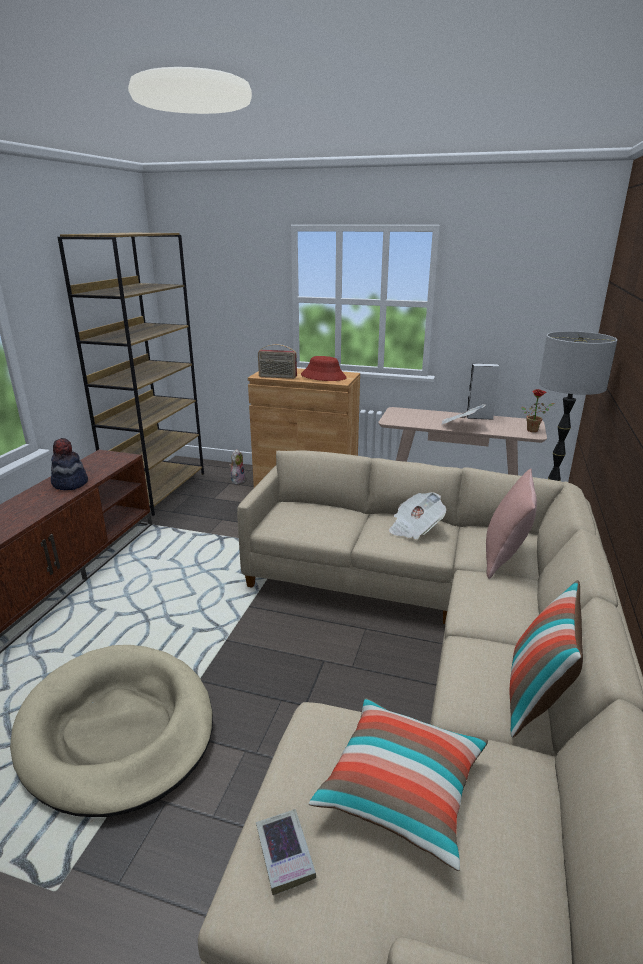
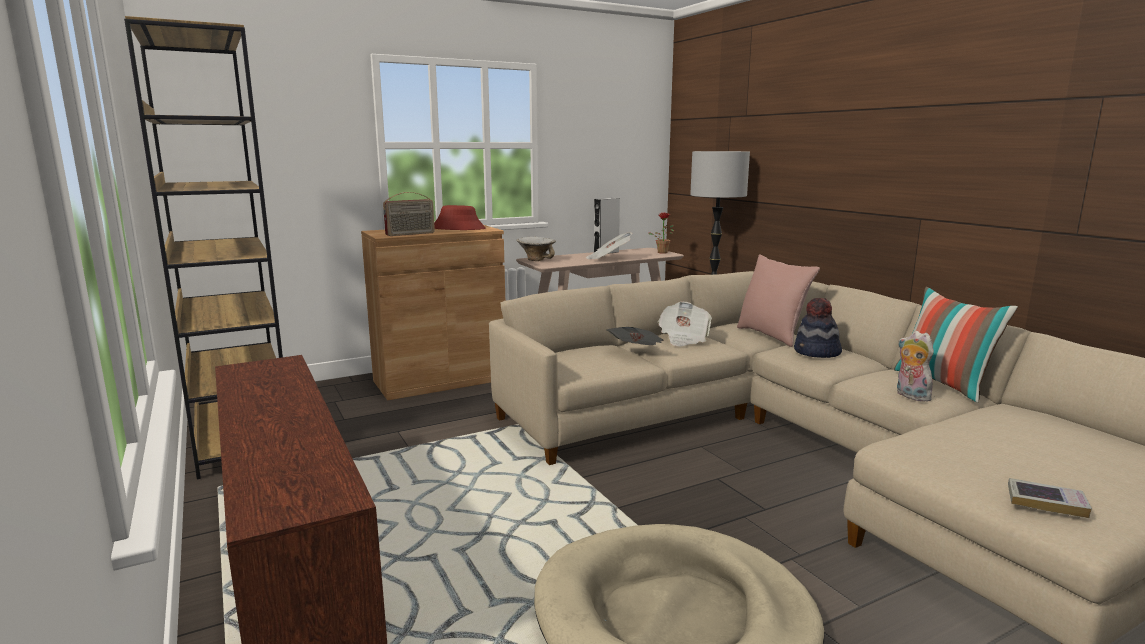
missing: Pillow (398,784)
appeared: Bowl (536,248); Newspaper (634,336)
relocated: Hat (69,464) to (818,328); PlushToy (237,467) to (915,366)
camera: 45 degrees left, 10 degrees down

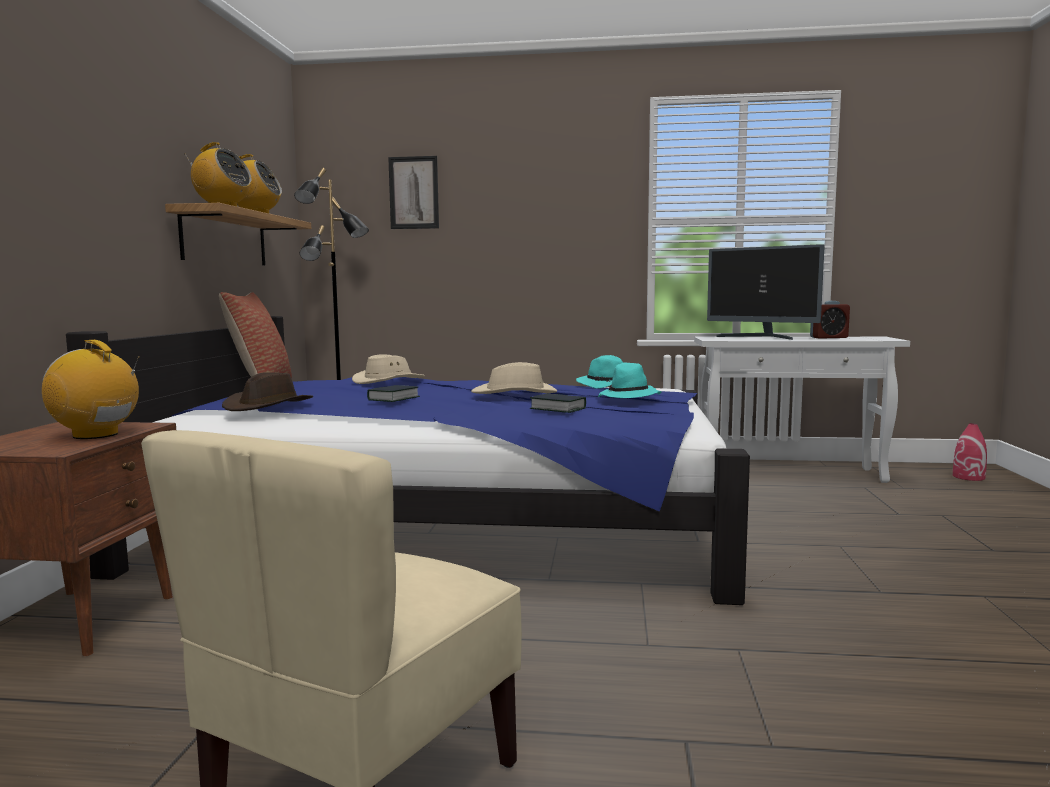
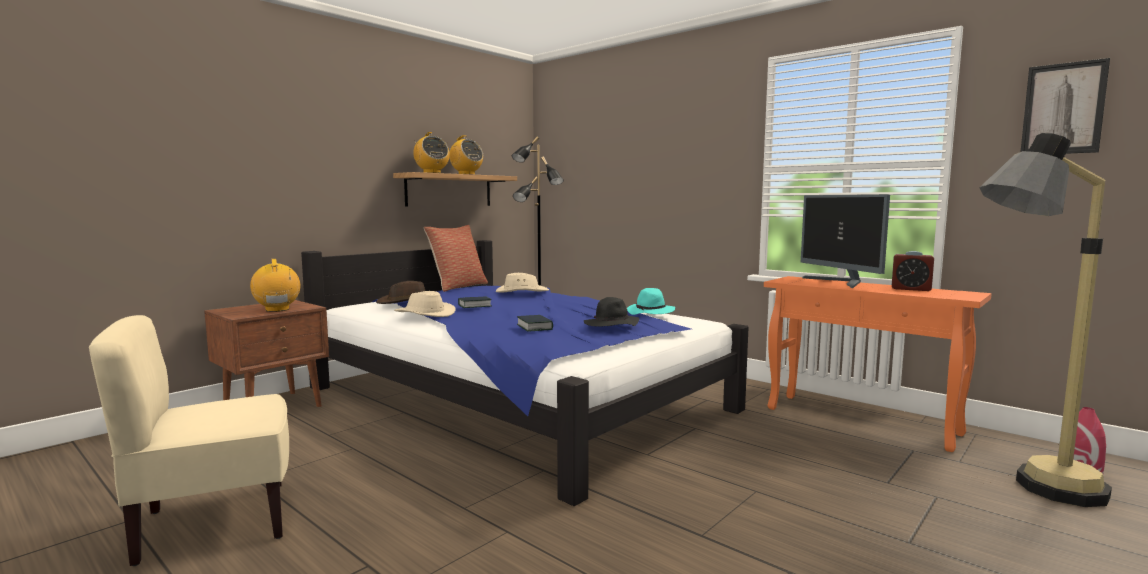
appeared: FloorLamp (1045,320)
relocated: Picture (413,192) to (1065,106); BeigeHat (514,378) to (425,304)
colour: TurquoiseHat (630,380) to BlackHat (611,311); WhiteConsoleTable (802,409) to OrangeConsoleTable (878,364)
camera: 35 degrees right, 0 degrees up

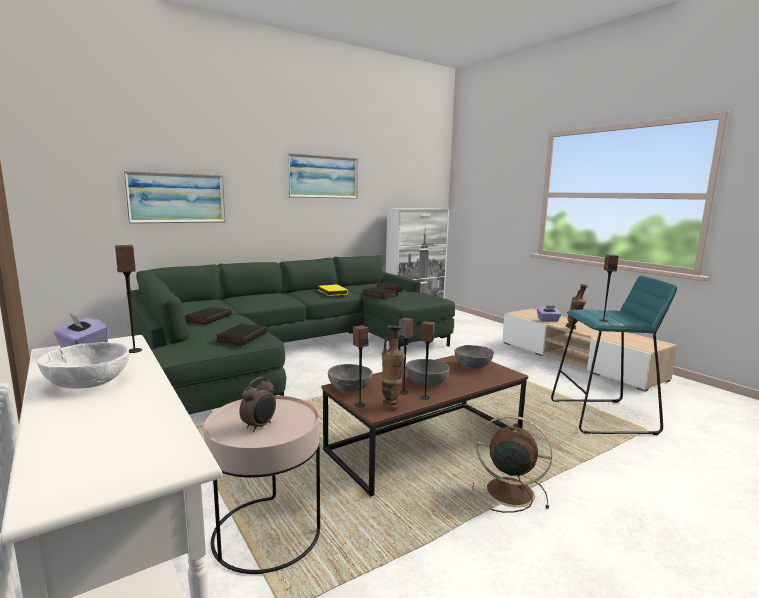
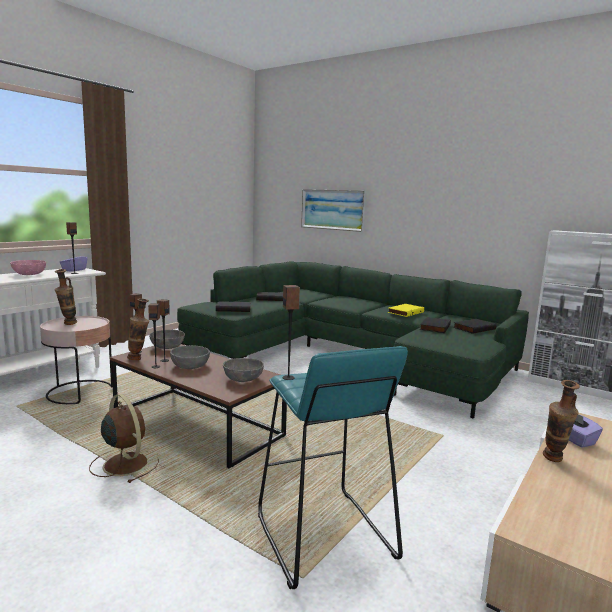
missing: Picture (322,176)
exchanged: AlarmClock (257,404) to Vase (66,297)
colour: WhiteBowl (83,365) to PinkBowl (28,267)
spun: BrownFan (512,464) = (124,438) 45 degrees counterclockwise
camera: 70 degrees right, 0 degrees up

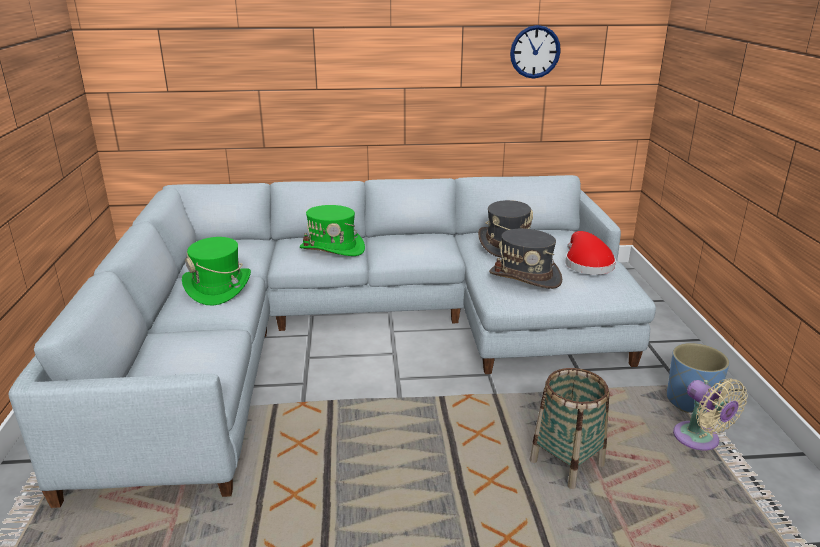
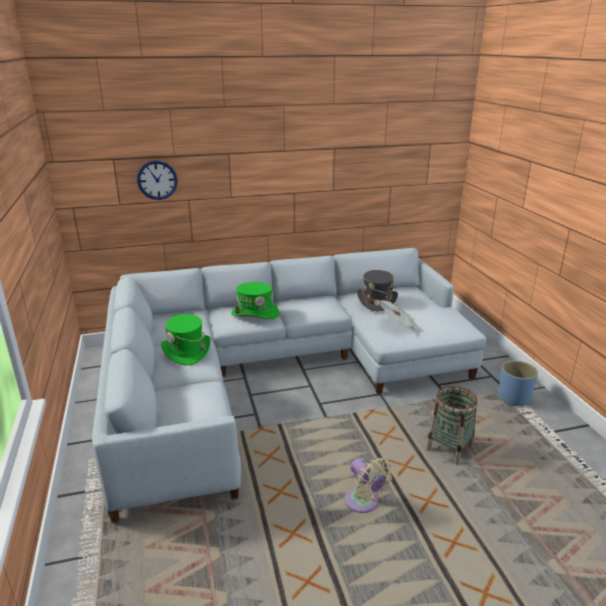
missing: RedHat (590,253)
relocated: WallClock (535,52) to (157,180); BeigeFan (710,415) to (369,485)
exchanged: GreyHat (525,259) to Newspaper (398,314)
camera: 10 degrees left, 0 degrees up

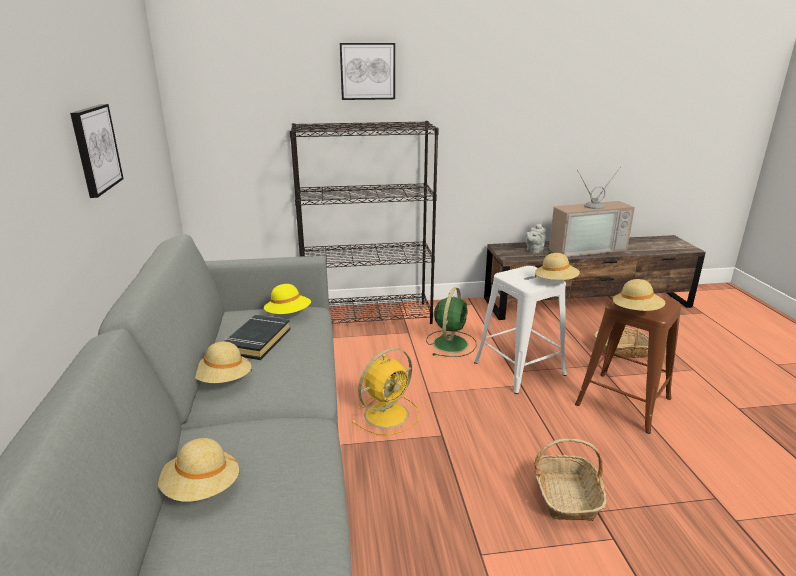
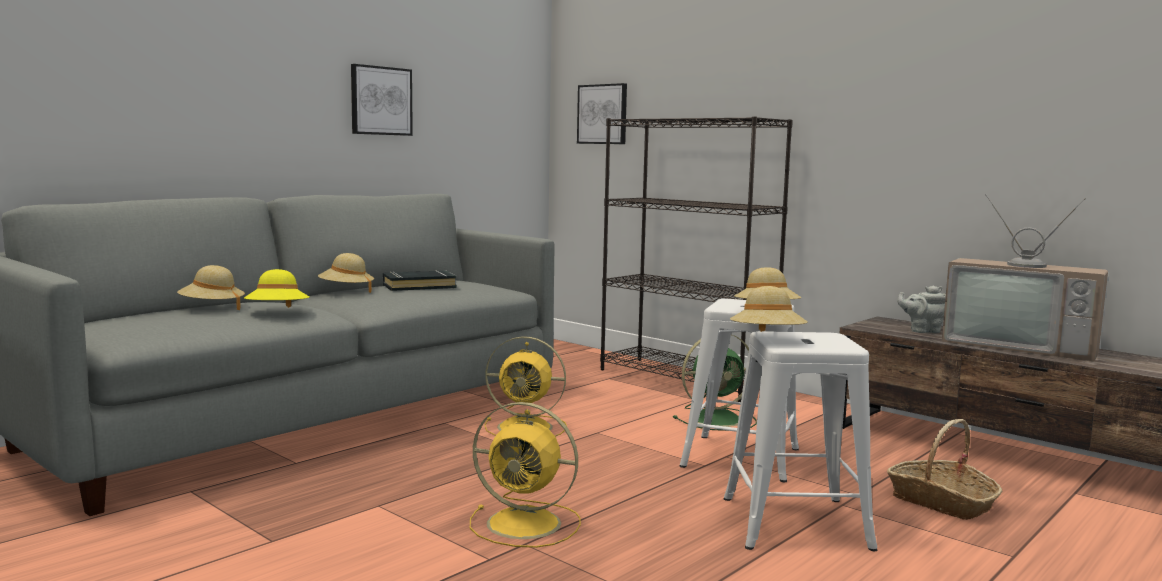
relocated: YellowHat (287,299) to (276,288); Picture (367,71) to (602,113)
exchanged: Basket (570,480) to YellowFan (525,475)
colour: BrownStool (628,362) to WhiteStool (800,441)
camera: 50 degrees right, 15 degrees down

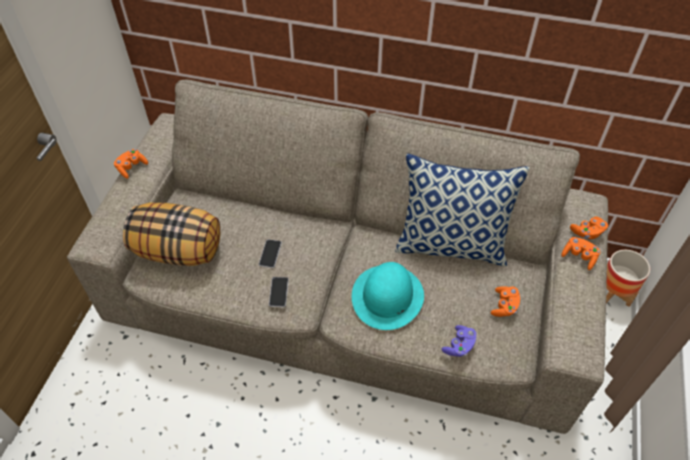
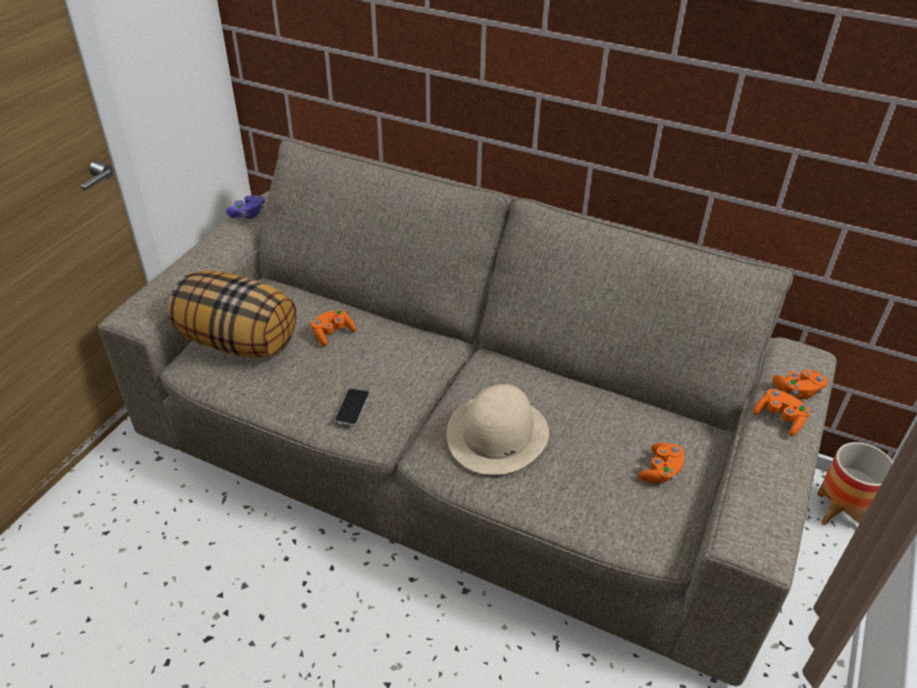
missing: Phone (270,253); Pillow (462,210)
relocated: OrangeGameController (131,164) to (333,327); PurpleGameController (459,341) to (245,207)
colour: TurquoiseHat (388,296) to BeigeHat (498,429)
camera: 10 degrees right, 10 degrees down

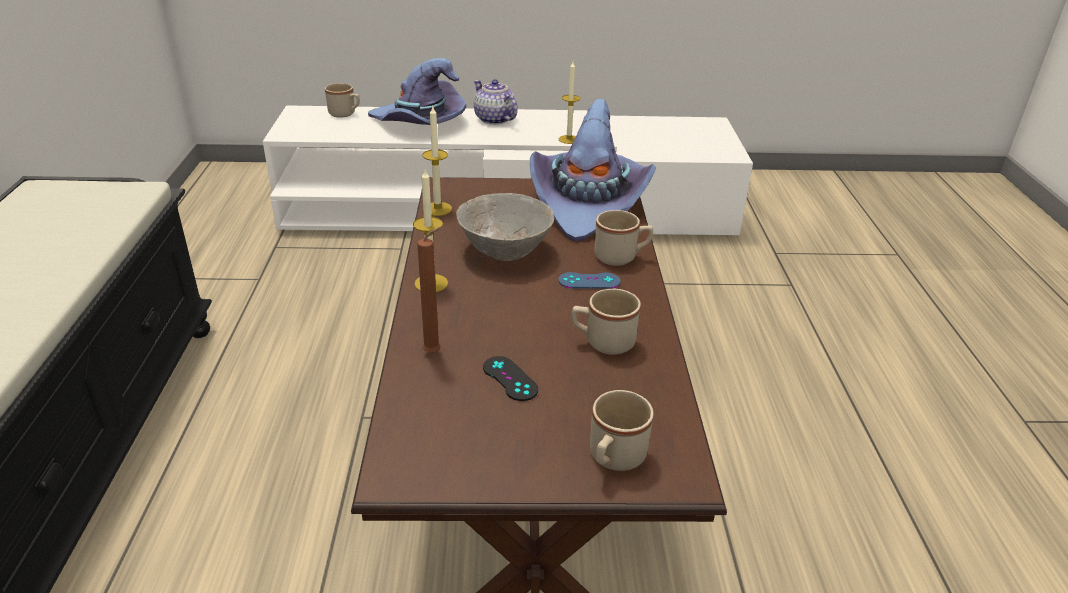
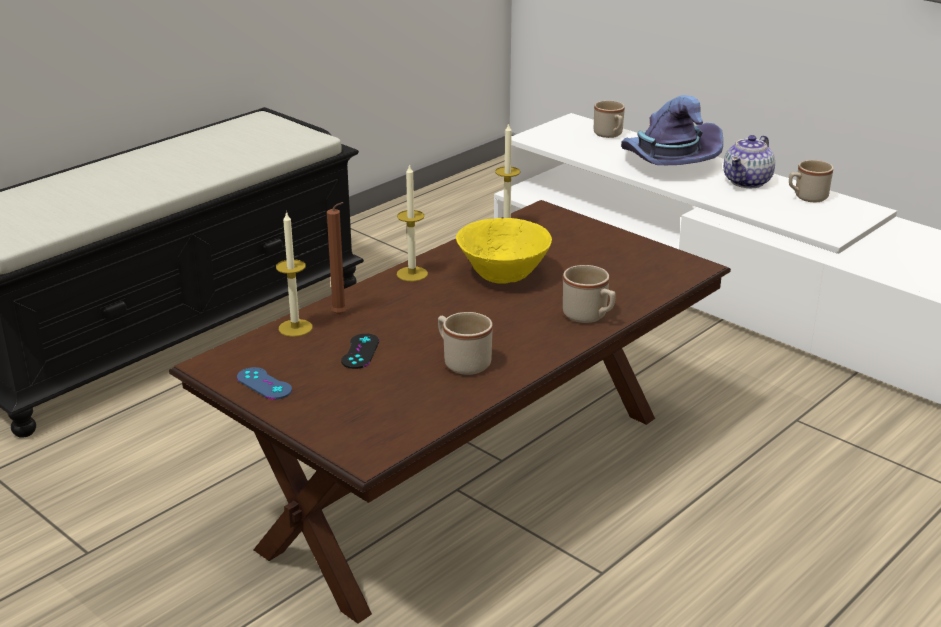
missing: PurpleHat (593,170)
relocated: BlueGameController (589,280) to (264,383); Candle (569,103) to (294,274); BeigeMug (622,430) to (811,181)
colour: GreyBowl (505,227) to YellowBowl (504,251)
spun: Teapot (496,102) = (749,161) 150 degrees counterclockwise
camera: 45 degrees right, 5 degrees down

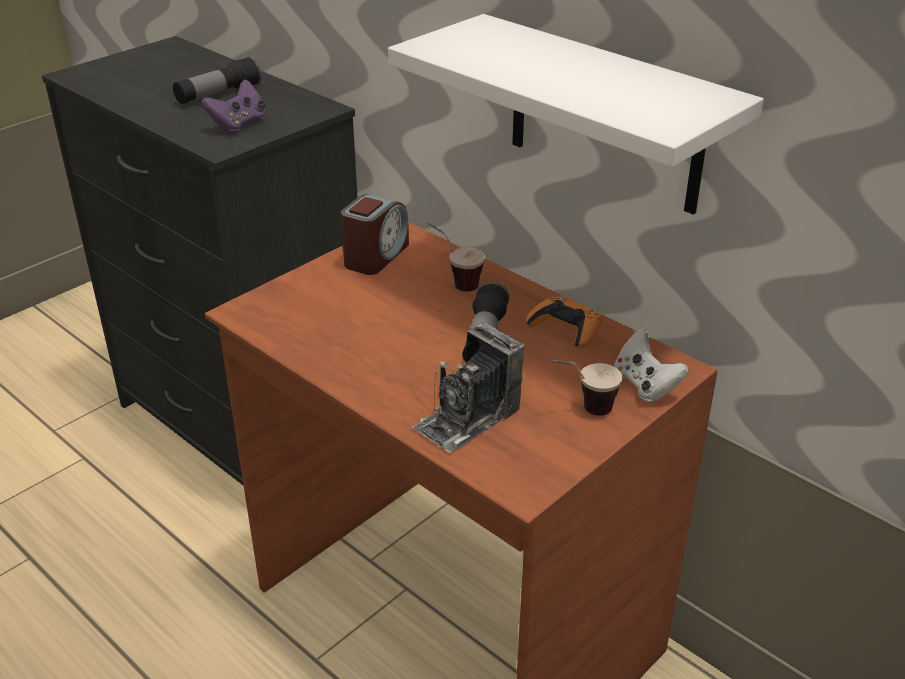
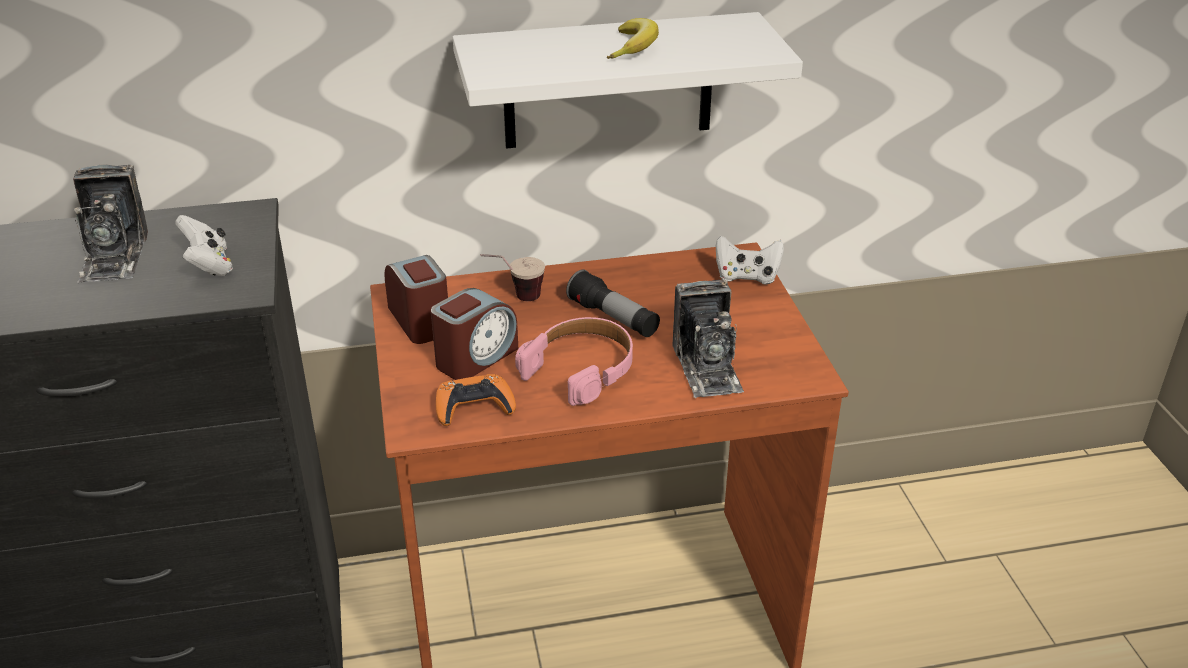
missing: Cup (586,388)
appeared: AlarmClock (474,334); PinkHeadphones (574,361); Banana (632,38)
relocated: OrangeGameController (564,323) to (476,400)
exchanged: Flashlight (217,80) to PhotoCamera (110,224)
colour: PurpleGameController (234,106) to WhiteGameController (204,245)
camera: 55 degrees left, 0 degrees up

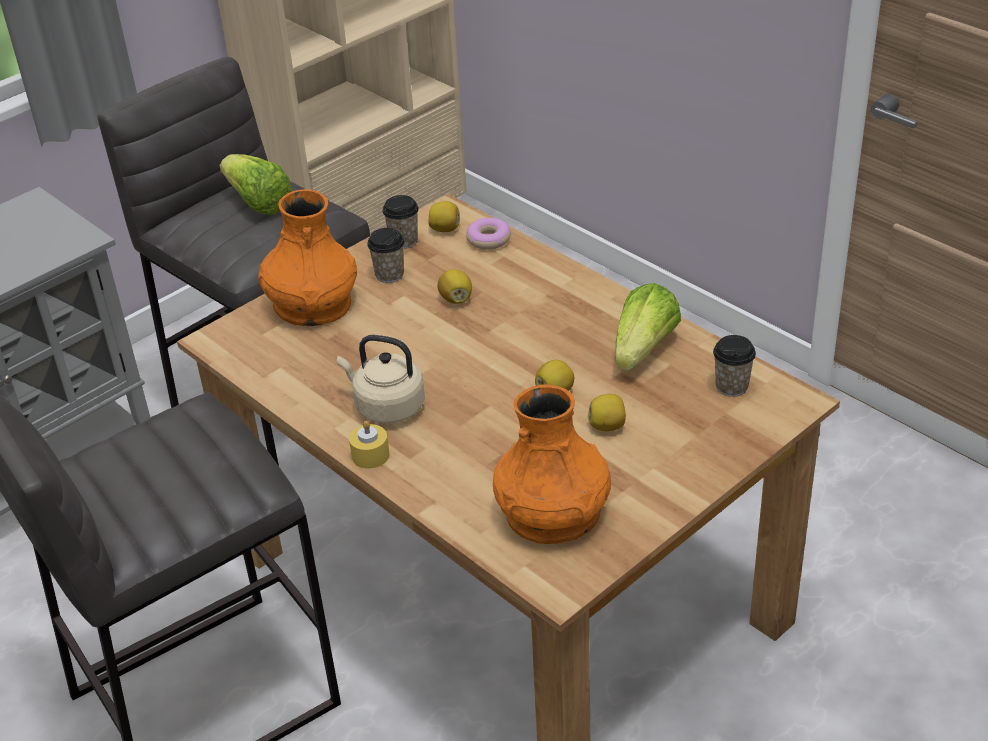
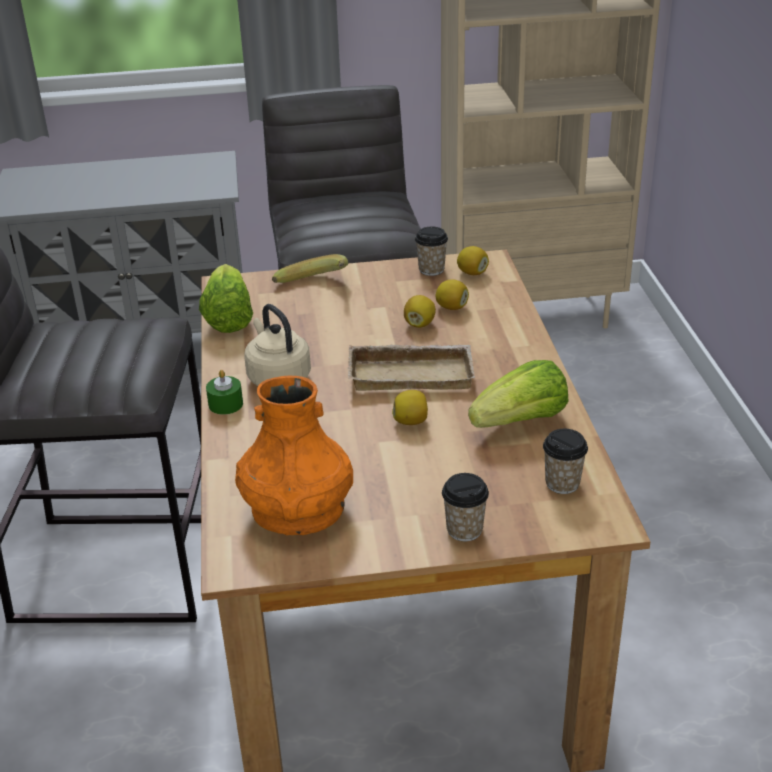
missing: Donut (488,234)
appeared: BeigeTray (411,368)
relocated: Lettuce (256,184) to (226,298); Cup (386,255) to (465,507); Lemon (607,412) to (452,294)
exchanged: OrangeVase (308,257) to Banana (310,268)
colour: YellowCandle (369,445) to GreenCandle (224,392)
camera: 35 degrees right, 5 degrees down

